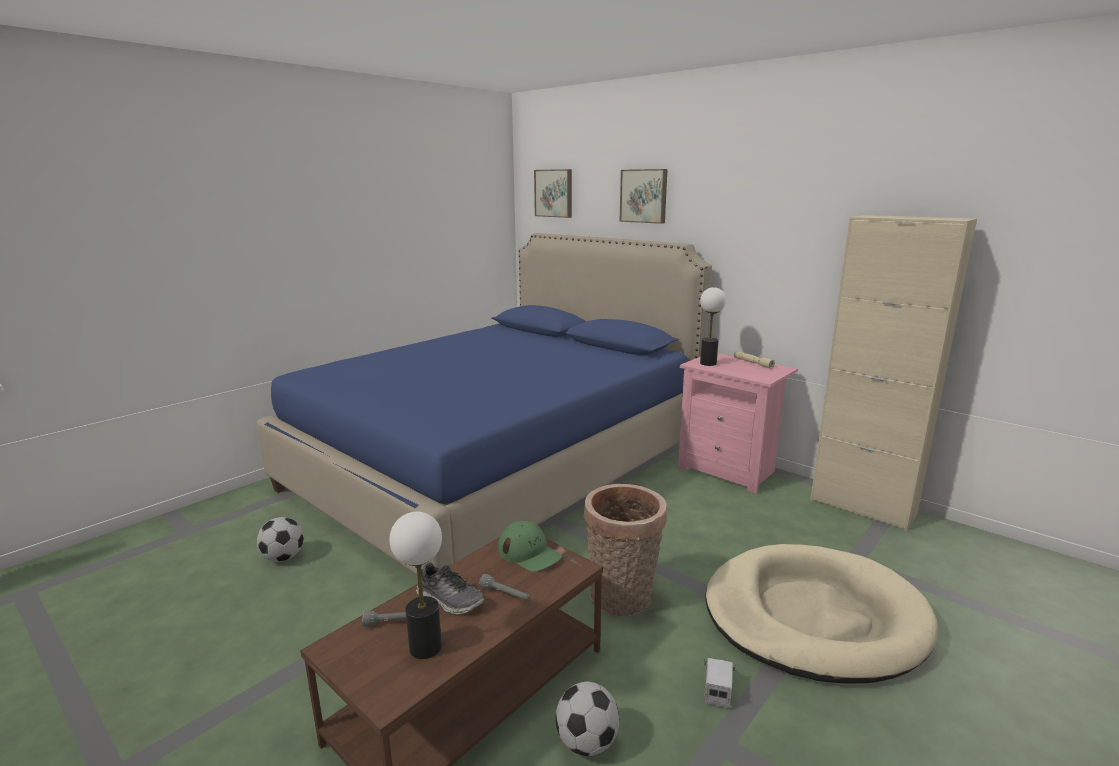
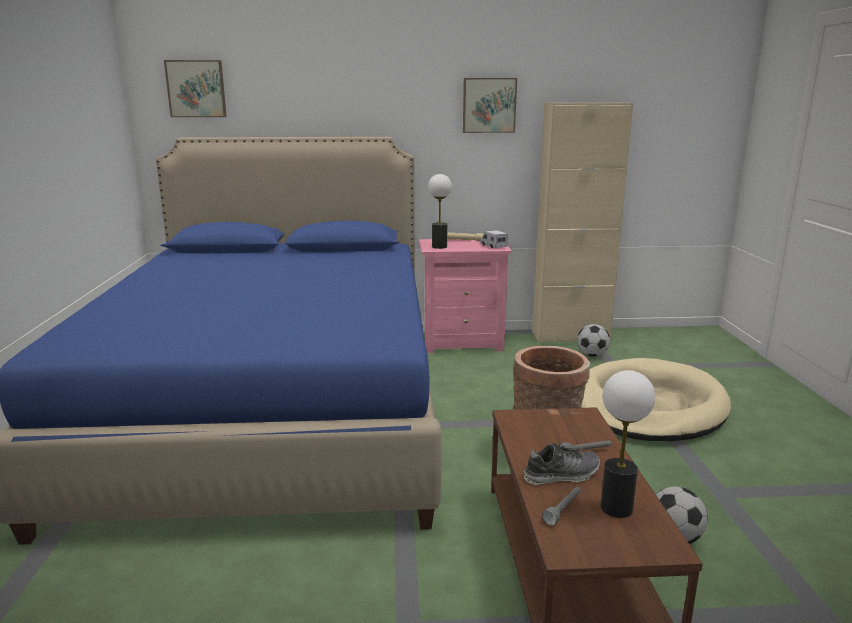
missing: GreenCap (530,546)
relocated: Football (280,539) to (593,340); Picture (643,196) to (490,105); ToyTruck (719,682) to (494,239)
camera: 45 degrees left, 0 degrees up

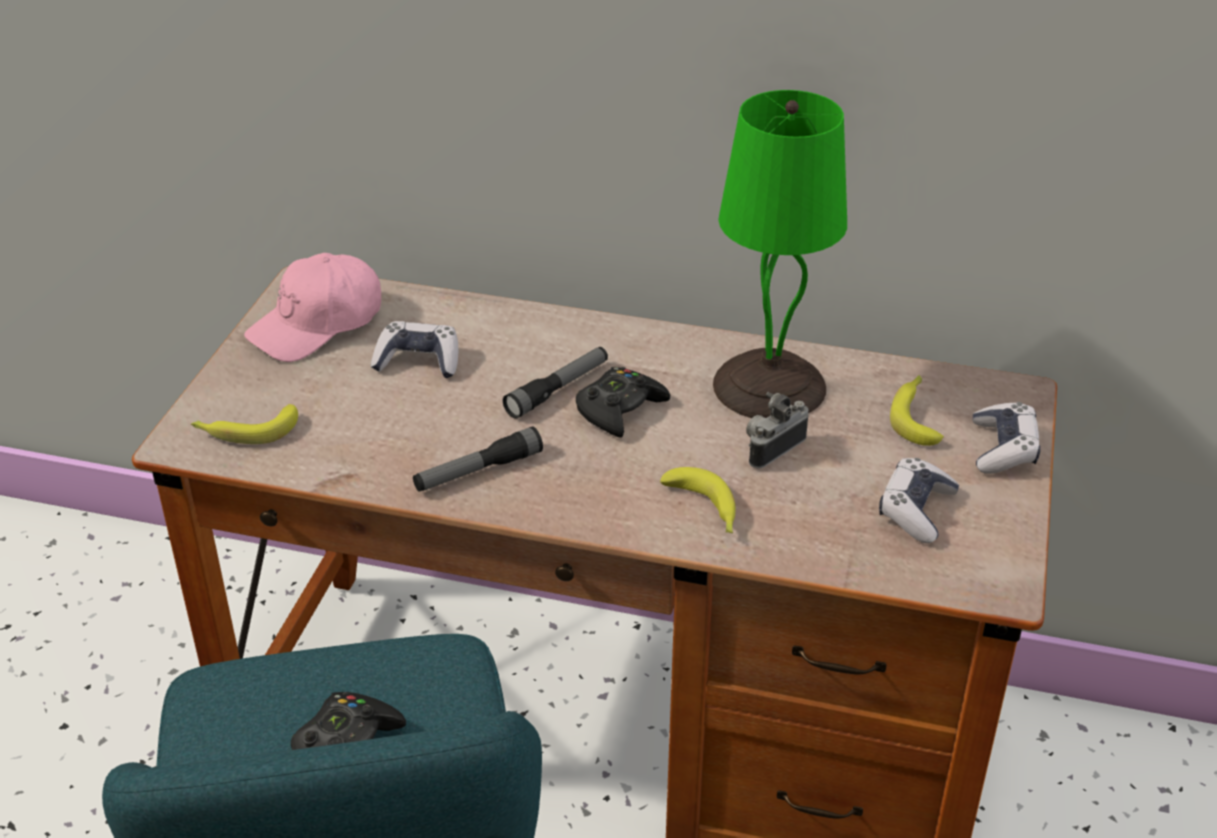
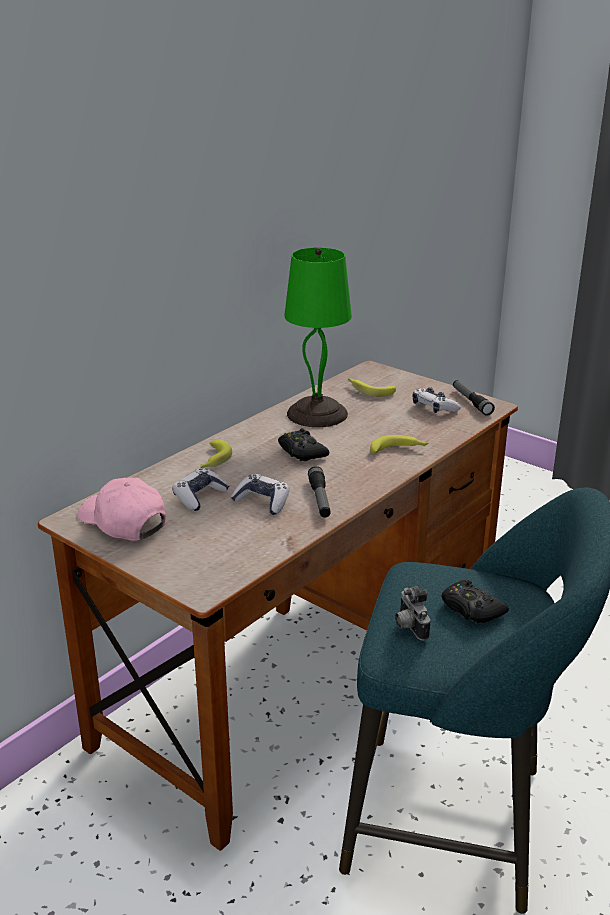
relocated: Banana (244,424) to (216,454); Flashlight (555,383) to (474,398); PhotoCamera (777,430) to (412,613); GameController (1006,438) to (260,494)
spun: PinkCap (312,307) = (122,509) 150 degrees clockwise
camera: 65 degrees left, 10 degrees down

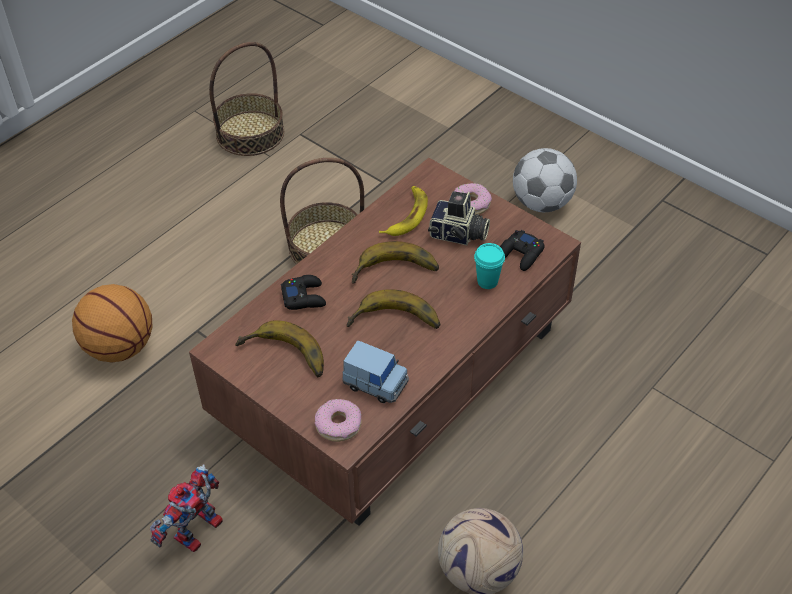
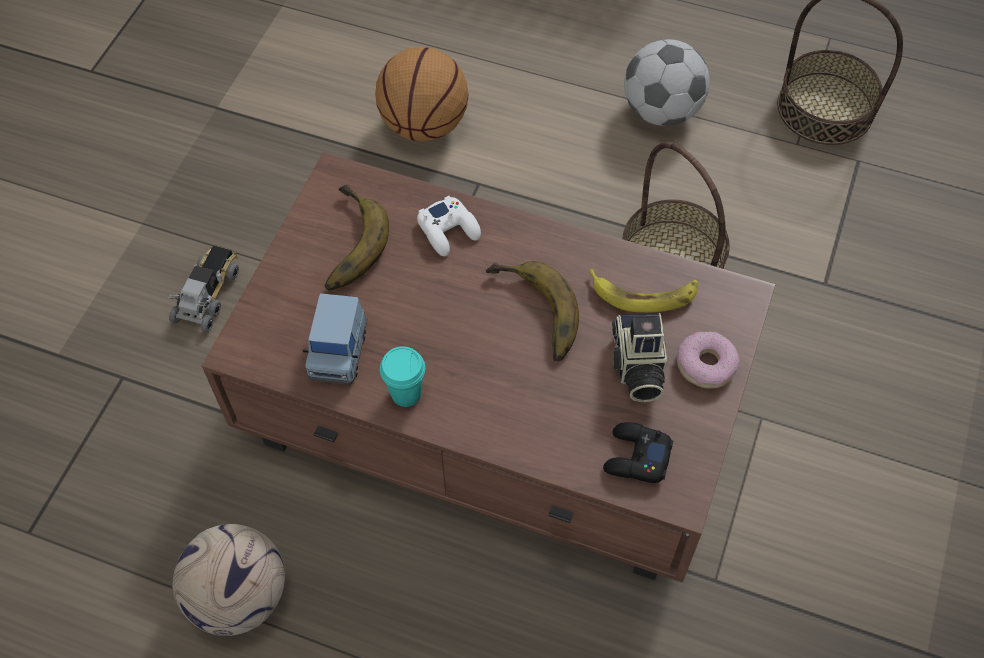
missing: Donut (338,420); Banana (393,309)
relocated: TurquoiseCup (489,266) to (402,376); Football (545,180) to (667,82)
exchanged: ToyRobot (186,508) to ToyTruck (204,289)
colour: BlackGameController (303,292) to WhiteGameController (449,226)
camera: 70 degrees right, 10 degrees up

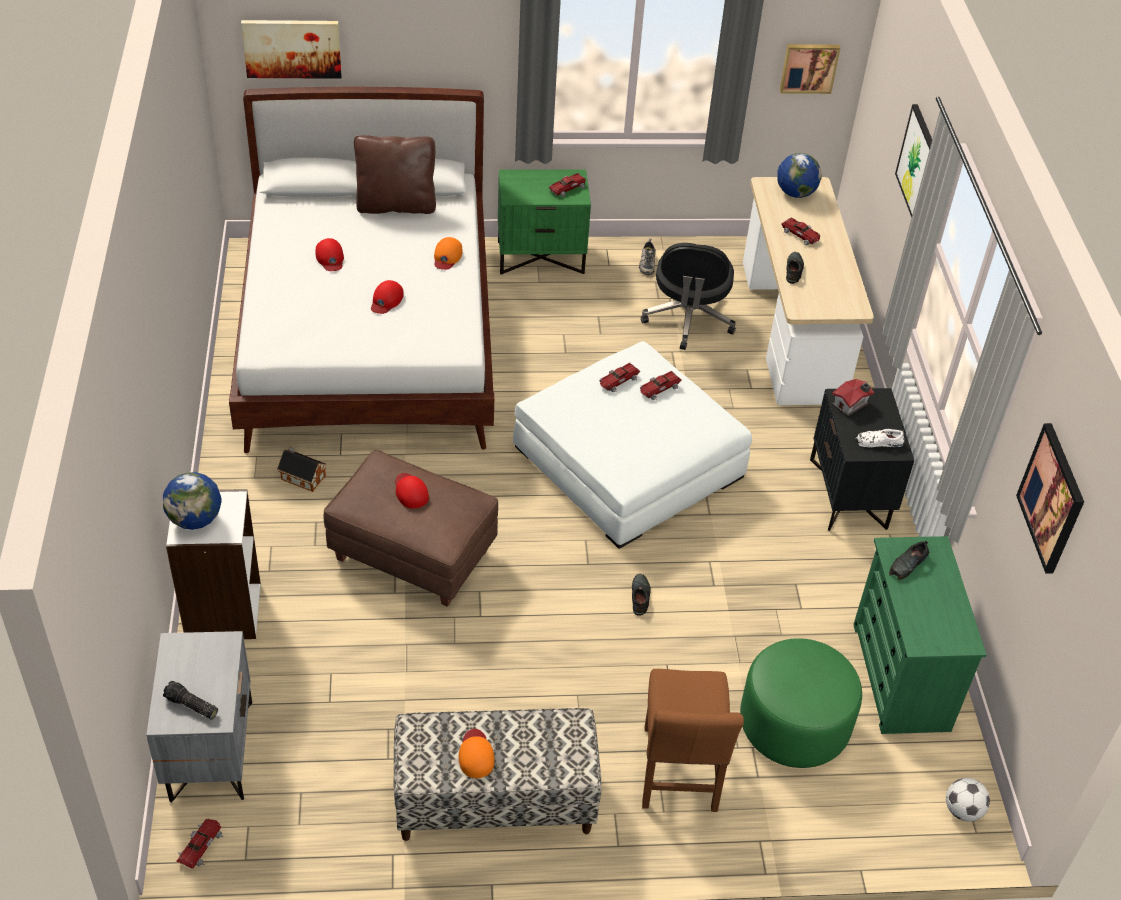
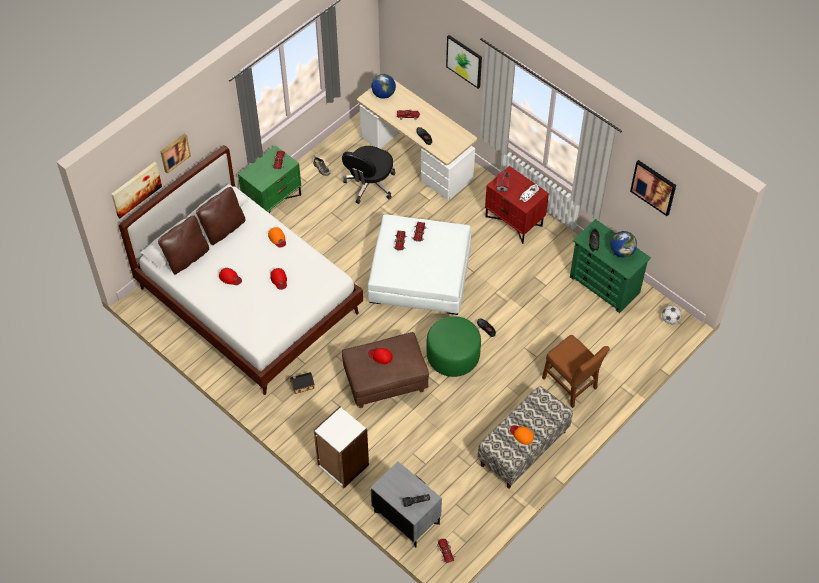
appeared: BrownPillow (183,245)
relocated: Globe (192,501) to (623,244); GreenOttoman (801,703) to (453,346); Picture (810,69) to (175,153)
colour: BlackNightstand (862,459) to RedNightstand (517,205)
spun: BlackOfficeChair (688,296) = (369,175) 60 degrees clockwise
camera: 40 degrees left, 10 degrees up

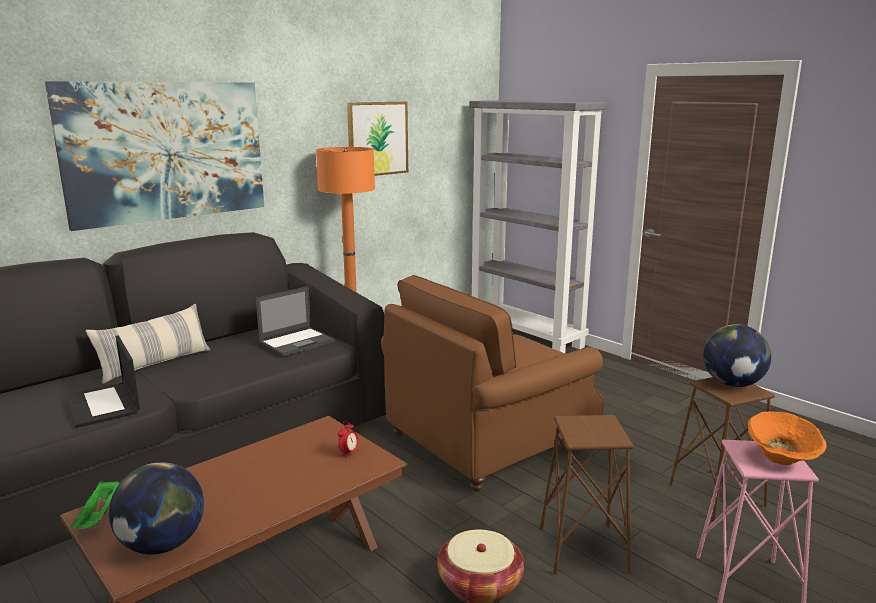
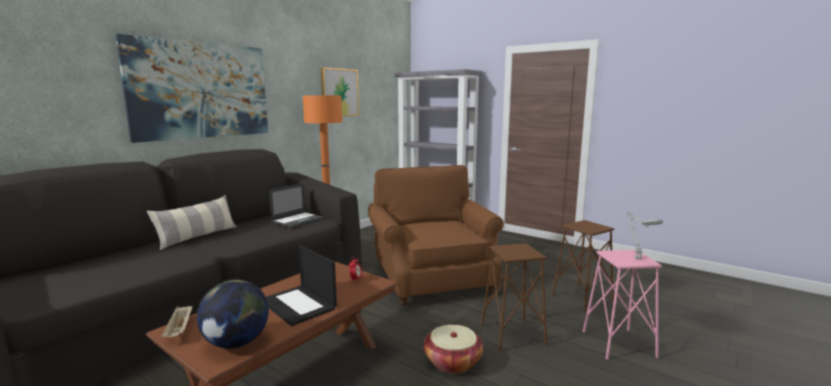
missing: Globe (737,355)
relocated: Laptop (103,382) to (301,285)
exchanged: OrangeBowl (787,438) to GreyTableLamp (644,235)
colour: GreenTray (95,505) to BeigeTray (176,321)
spun: BrownArmchair (492,383) = (436,235) 120 degrees clockwise
camera: 10 degrees left, 5 degrees down

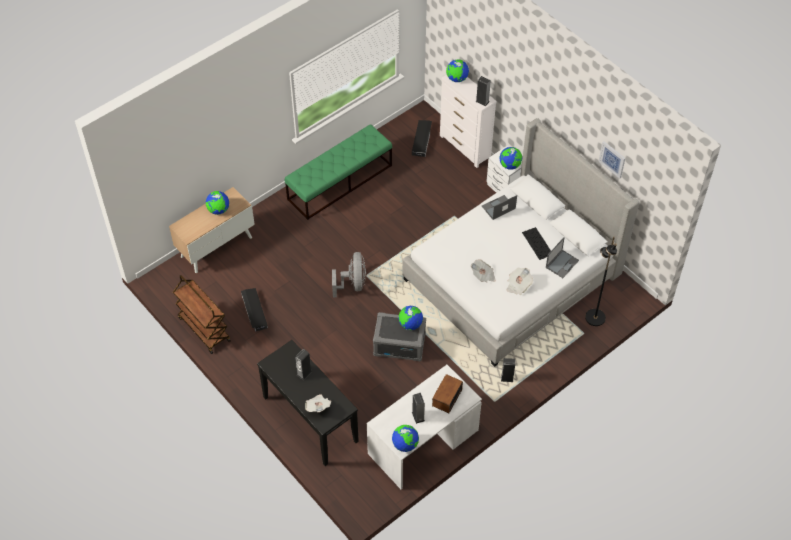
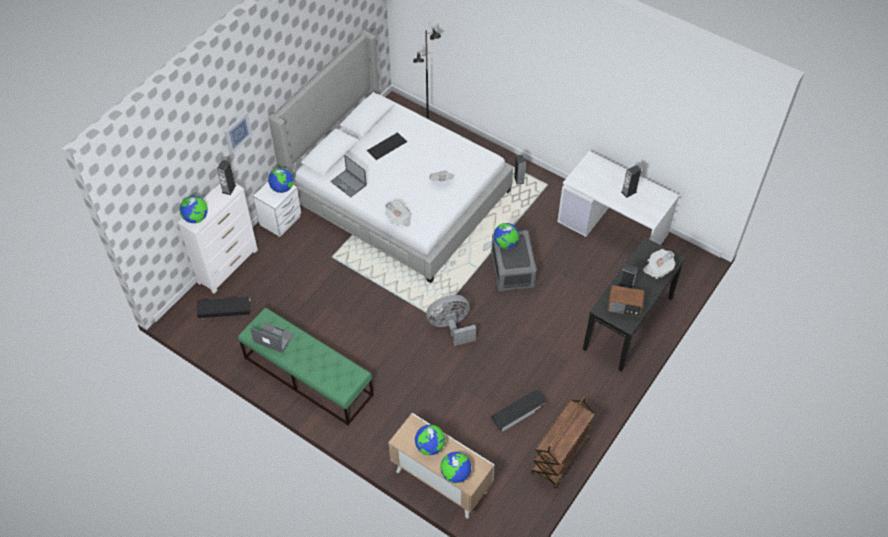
relocated: Globe (405,438) to (455,467); Radio (447,393) to (626,301); Newspaper (519,281) to (398,213); Laptop (562,257) to (272,338); Picture (611,160) to (238,133)
camera: 105 degrees left, 0 degrees up

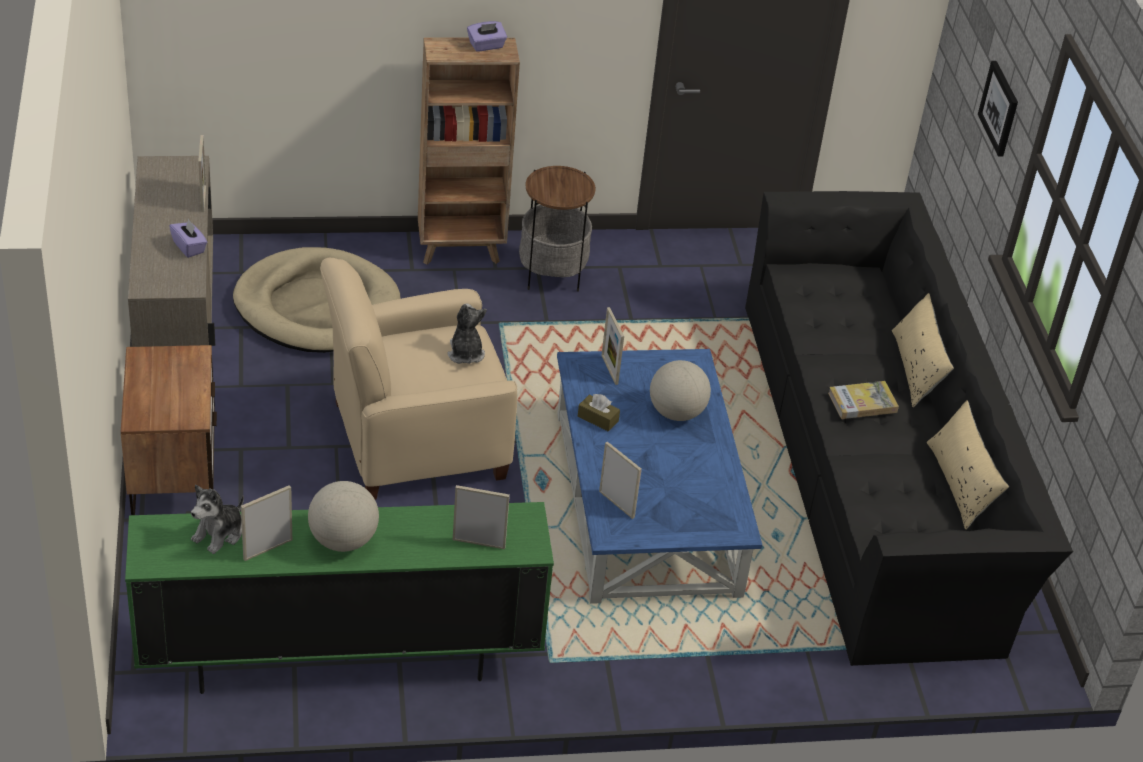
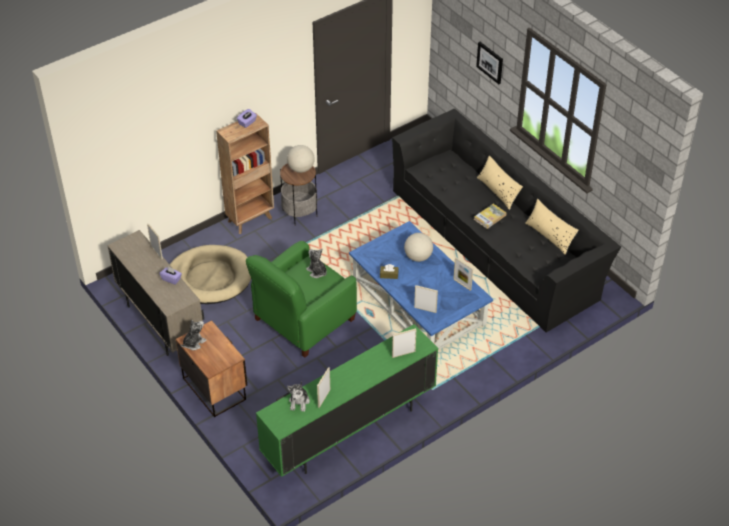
appeared: PlushToy (194,335)
relocated: Globe (343,516) to (301,159); PictureFrame (612,346) to (463,274)
colour: BeigeArmchair (418,379) to GreenArmchair (301,299)
camera: 25 degrees left, 5 degrees up

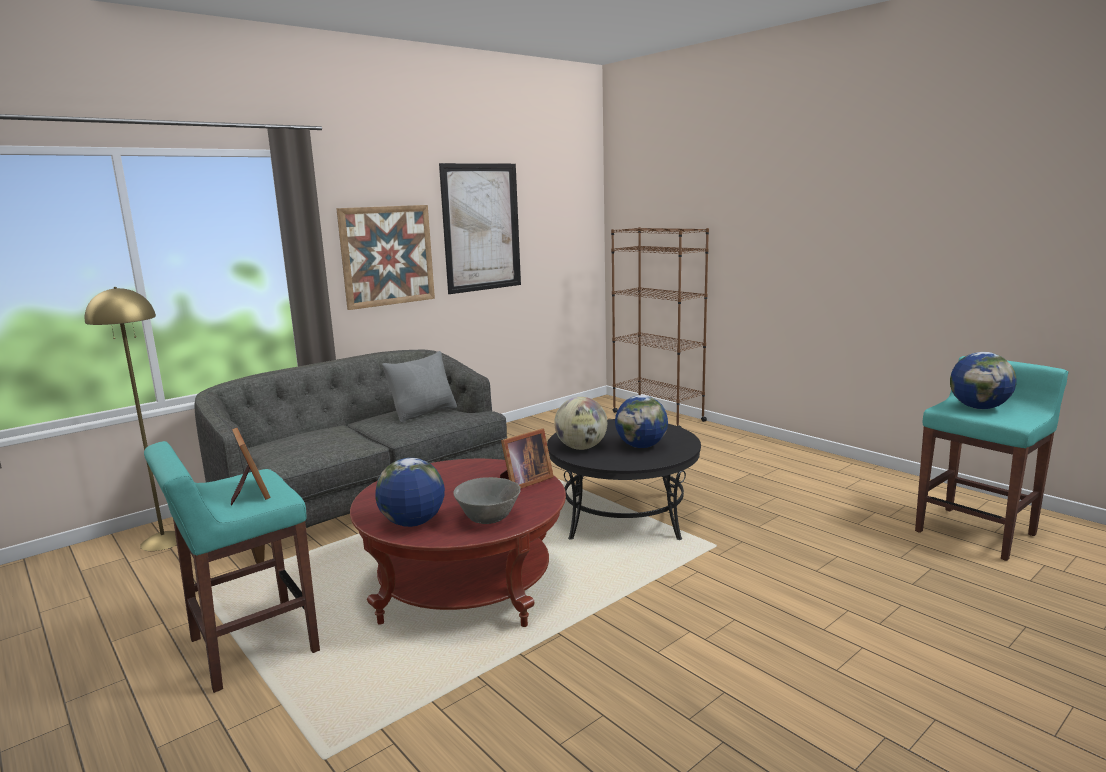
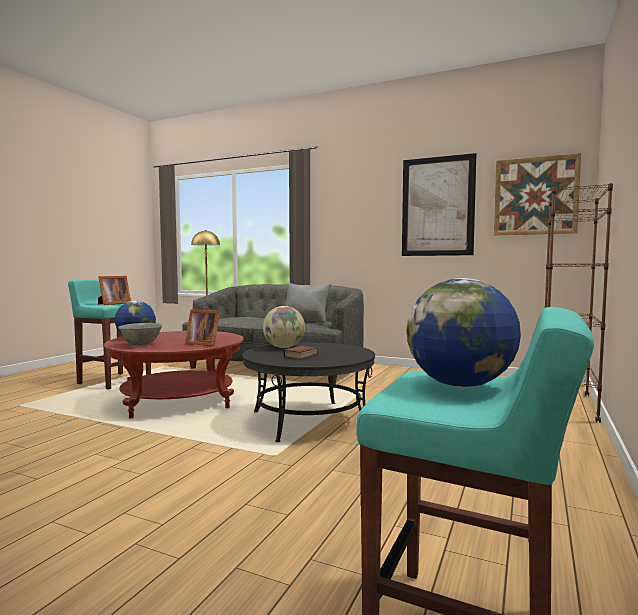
relocated: Picture (385,257) to (537,194)
exchanged: Globe (641,421) to Book (300,353)
camera: 65 degrees right, 10 degrees down

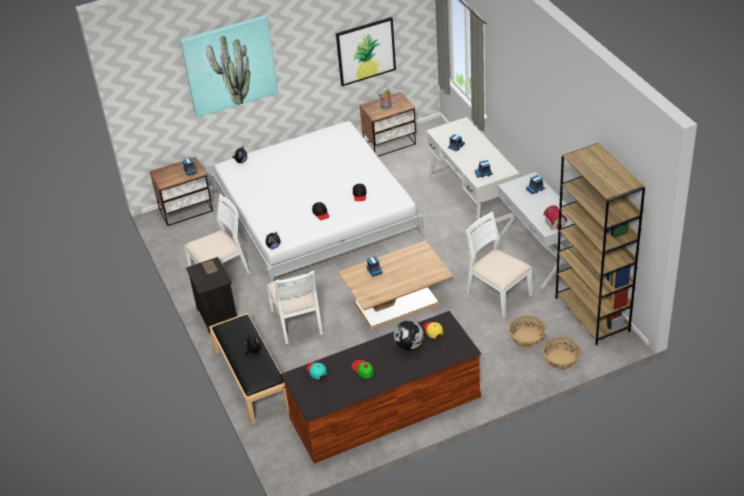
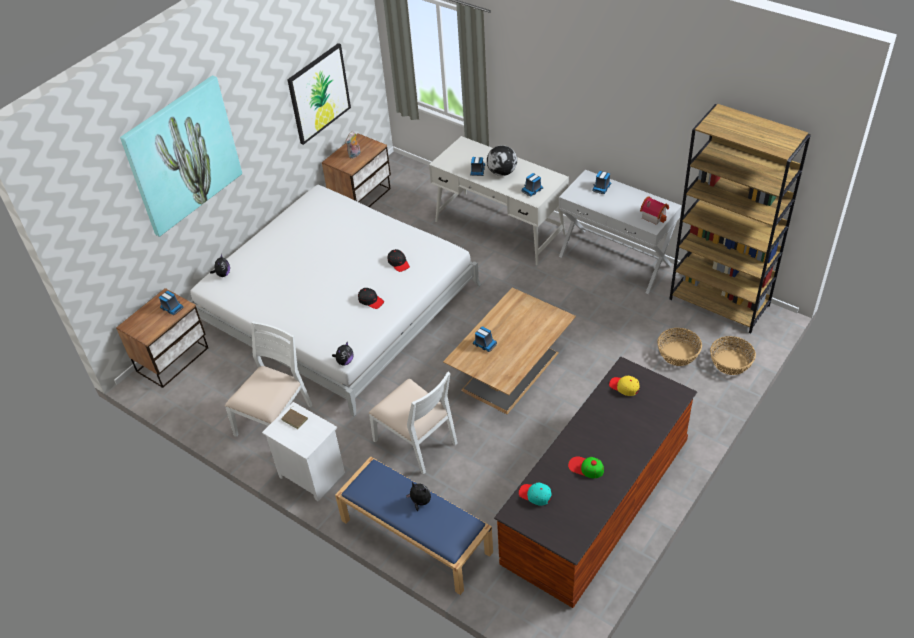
missing: WhiteChair (499,265)
relocated: Globe (409,335) to (502,160)
colour: BlackNightstand (211,295) to WhiteNightstand (303,451); BlackBench (249,369) to BlueBench (414,525)
camera: 30 degrees left, 5 degrees up

